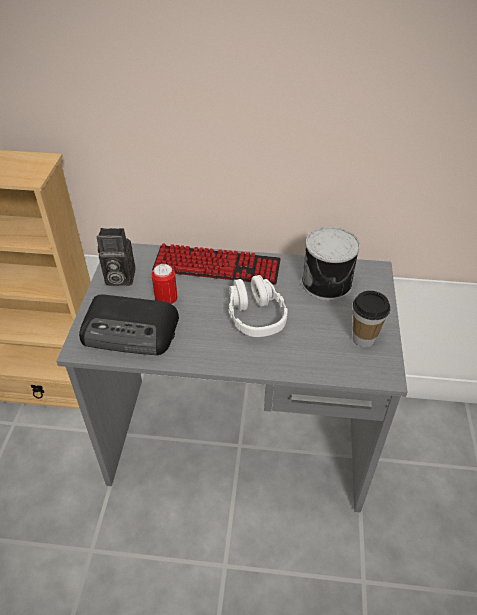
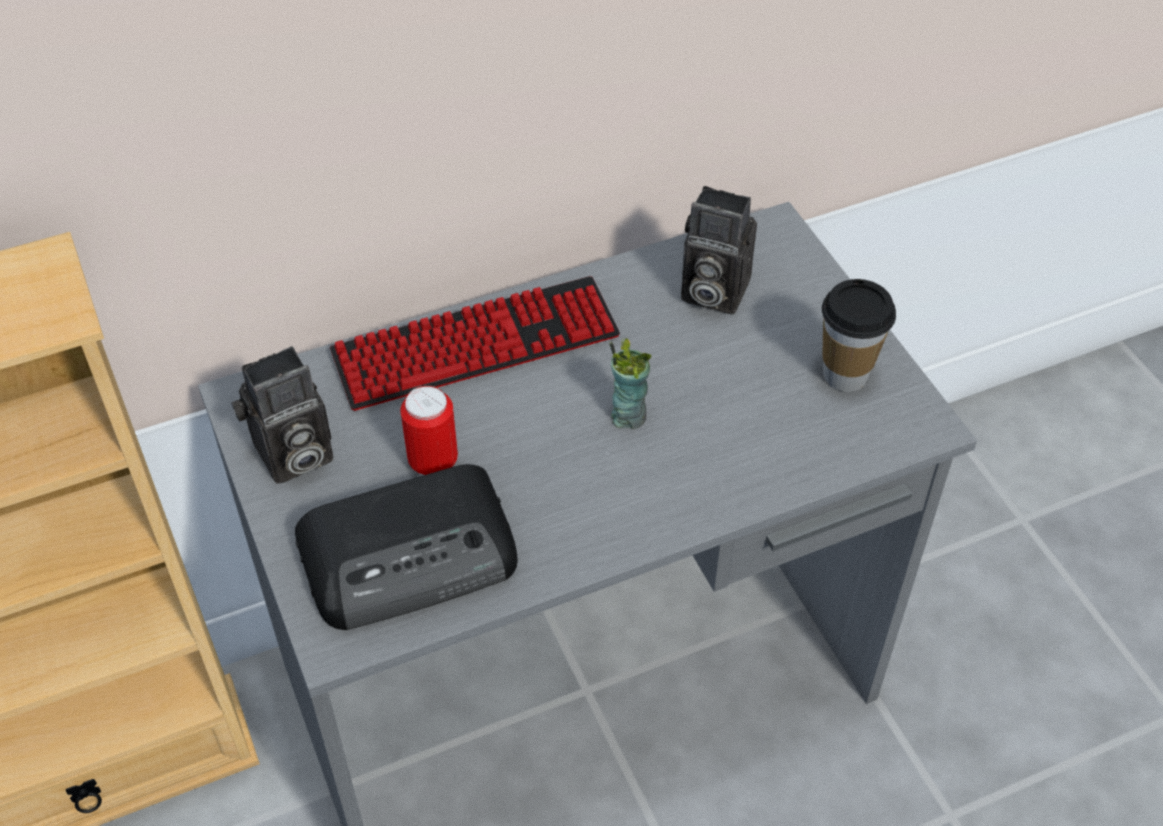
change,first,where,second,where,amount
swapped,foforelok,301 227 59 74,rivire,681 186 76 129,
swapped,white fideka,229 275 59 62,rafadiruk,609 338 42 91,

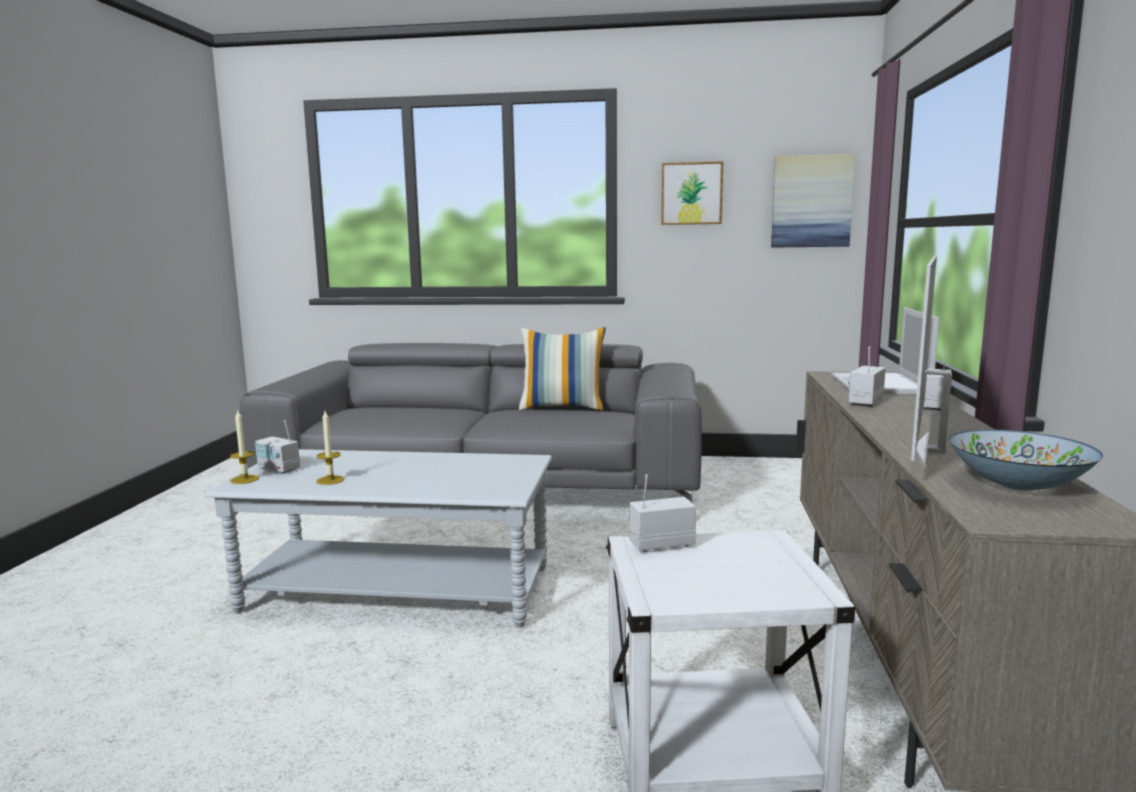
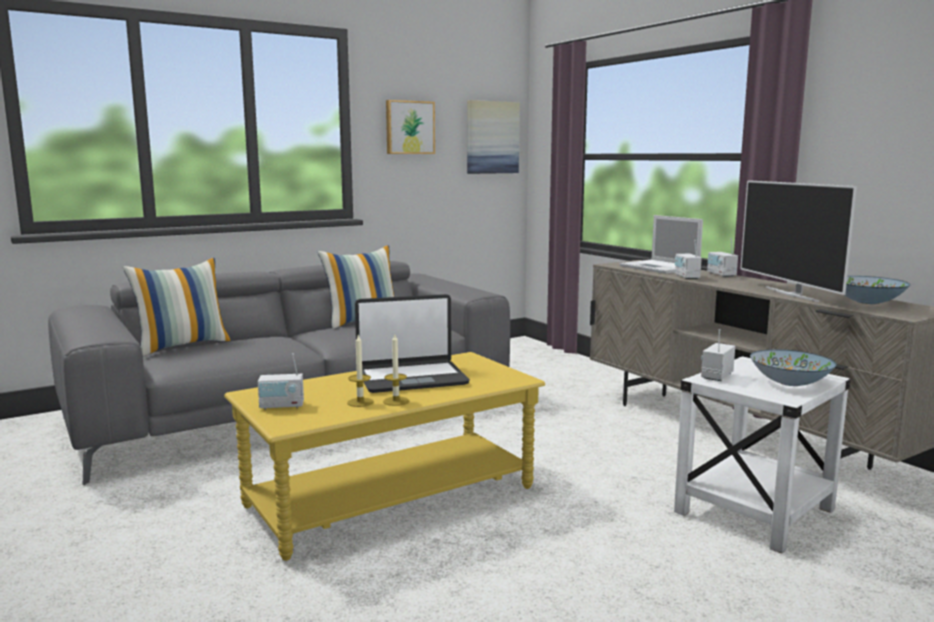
change,first,where,second,where,amount
shifted,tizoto,230 409 29 75,,383 334 26 72,
repainted,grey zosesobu,204 449 348 179,yellow zosesobu,224 352 321 209,
new,,,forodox,123 258 109 98,
new,,,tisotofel,355 294 115 99,
new,,,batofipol,750 349 87 37,

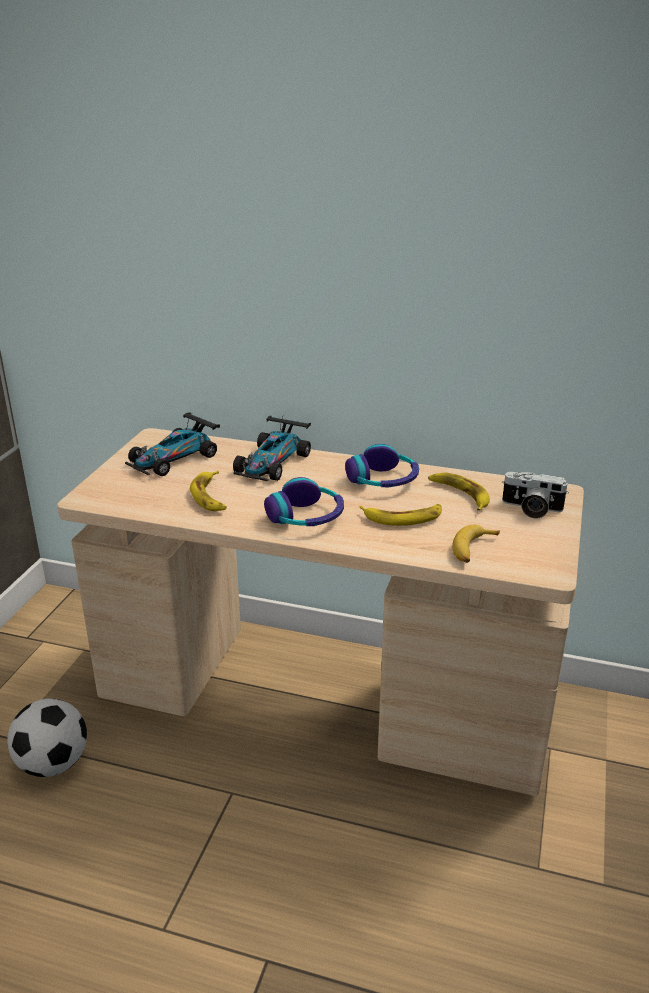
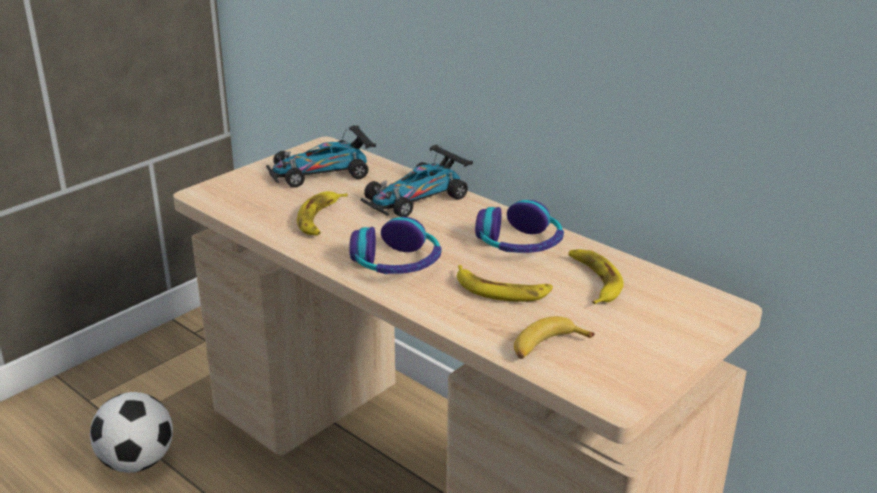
change,first,where,second,where,amount
gone,rivire,502 472 67 46,,,

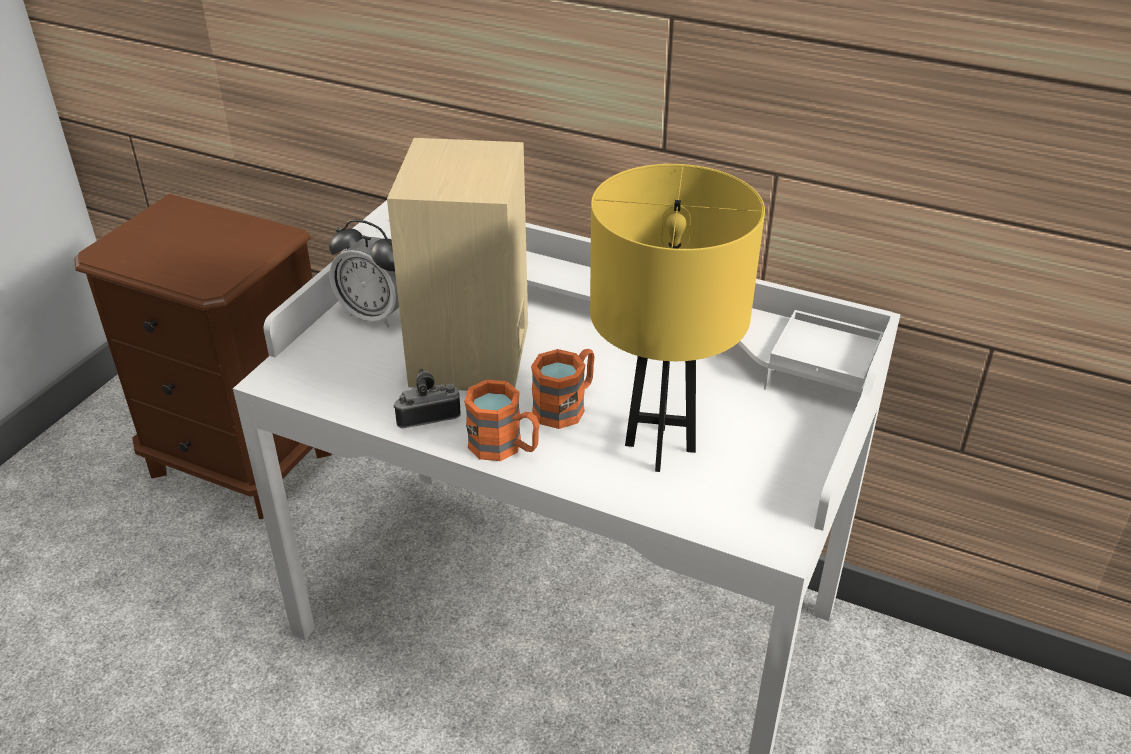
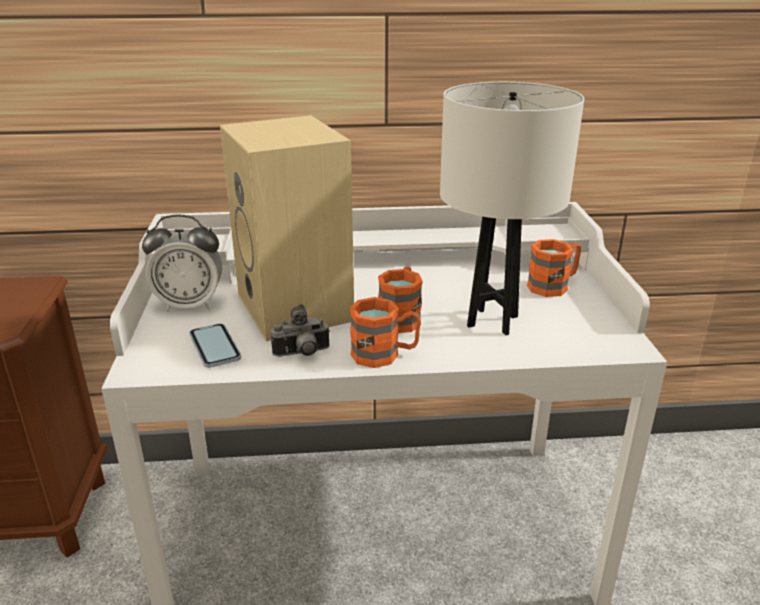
change,first,where,second,where,amount
repainted,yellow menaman,590 164 175 308,white menaman,440 82 144 253,
rotated,rivire,394 368 67 61,,271 304 59 53,150 degrees counterclockwise
new,,,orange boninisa,527 239 54 58,
new,,,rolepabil,189 324 52 44,

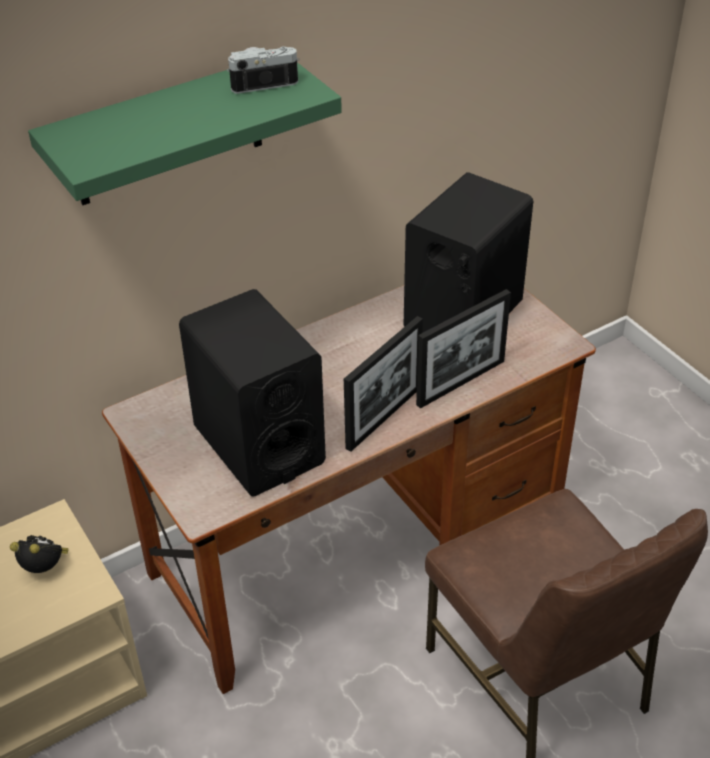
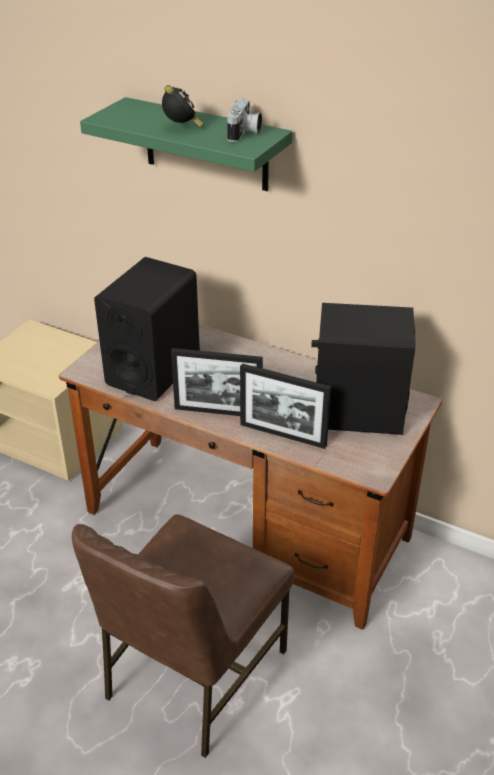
change,first,where,second,where,amount
rotated,rivire,227 46 73 48,,227 99 35 43,60 degrees clockwise
shifted,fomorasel,10 535 58 38,,162 85 42 43,

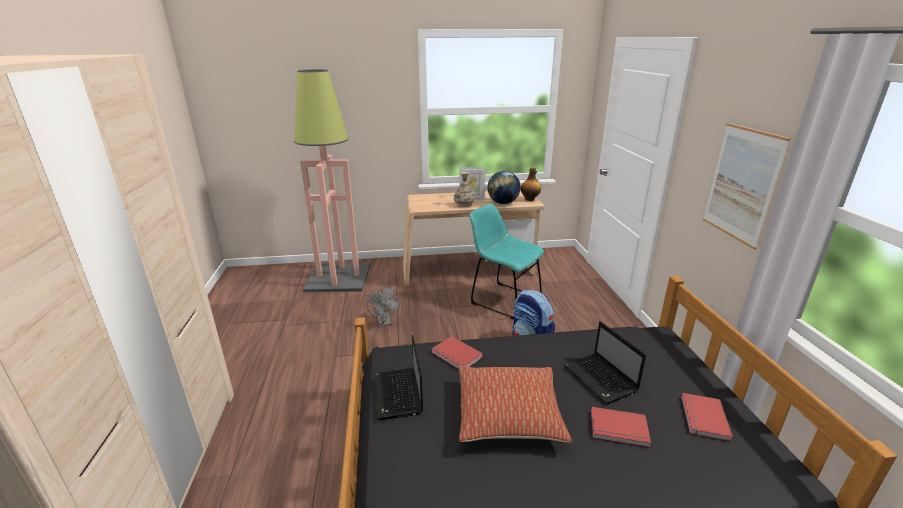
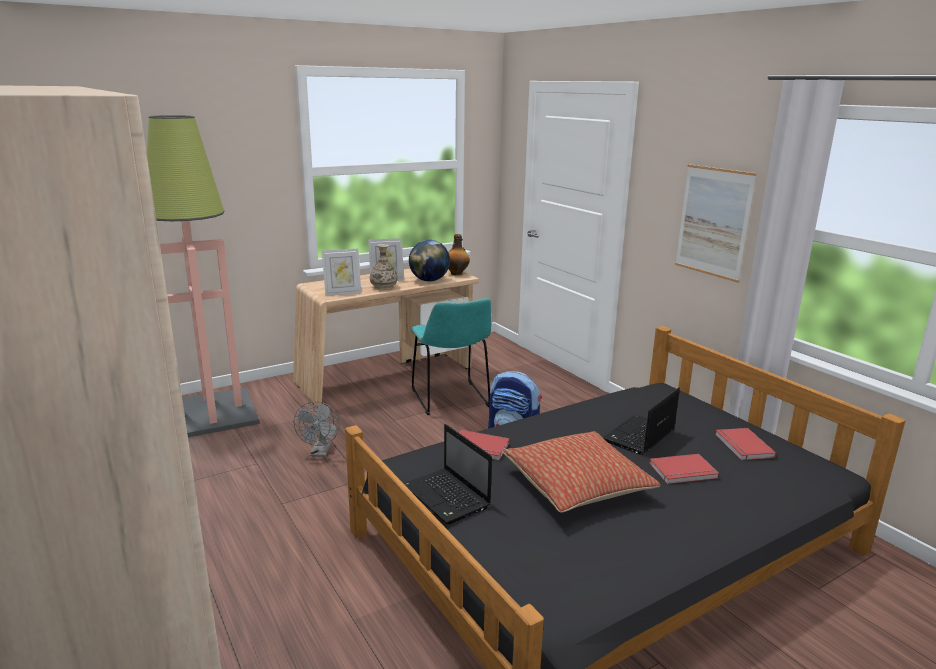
change,first,where,second,where,amount
rotated,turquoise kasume,469 203 75 116,,411 298 80 117,120 degrees counterclockwise
rotated,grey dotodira,367 286 33 40,,294 401 46 56,45 degrees clockwise
rotated,tisotofel,564 321 82 83,,603 387 77 68,90 degrees clockwise
new,,,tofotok,322 248 39 48,

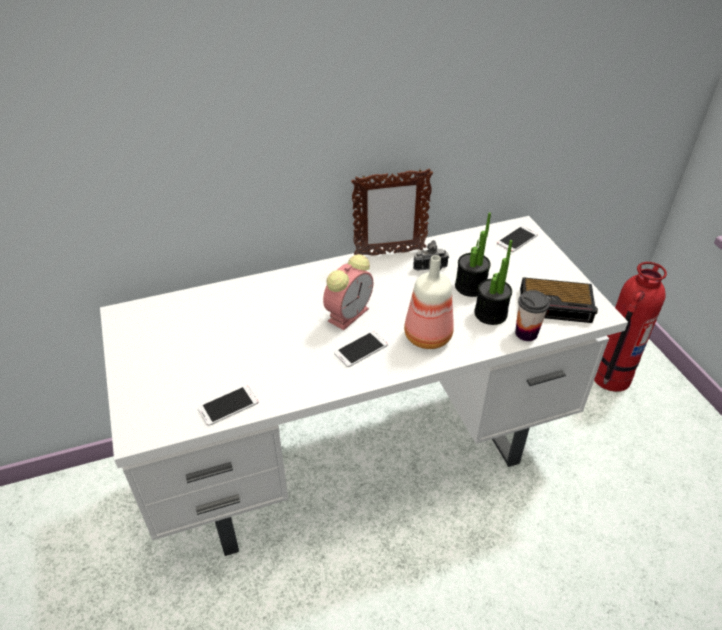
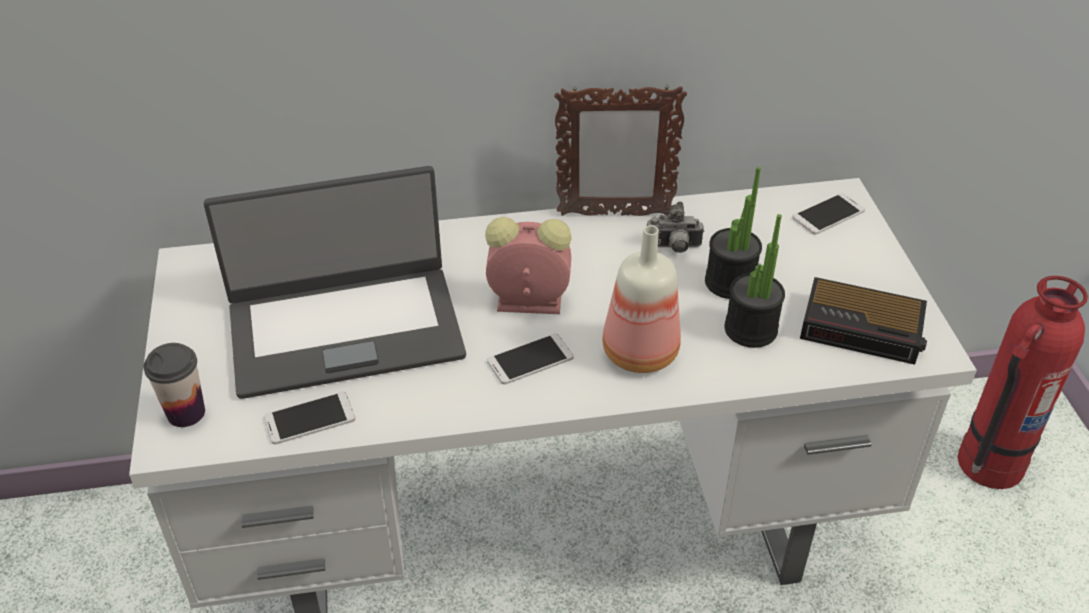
change,first,where,second,where,amount
rotated,fomorasel,323 254 50 76,,485 217 87 97,135 degrees counterclockwise
shifted,rafadiruk,515 290 35 51,,144 343 61 84,
new,,,tisotofel,204 166 262 233,

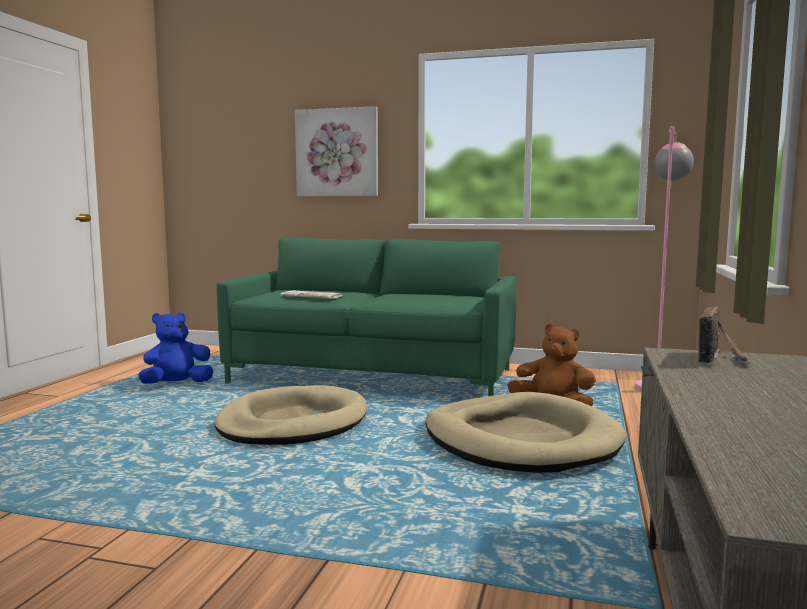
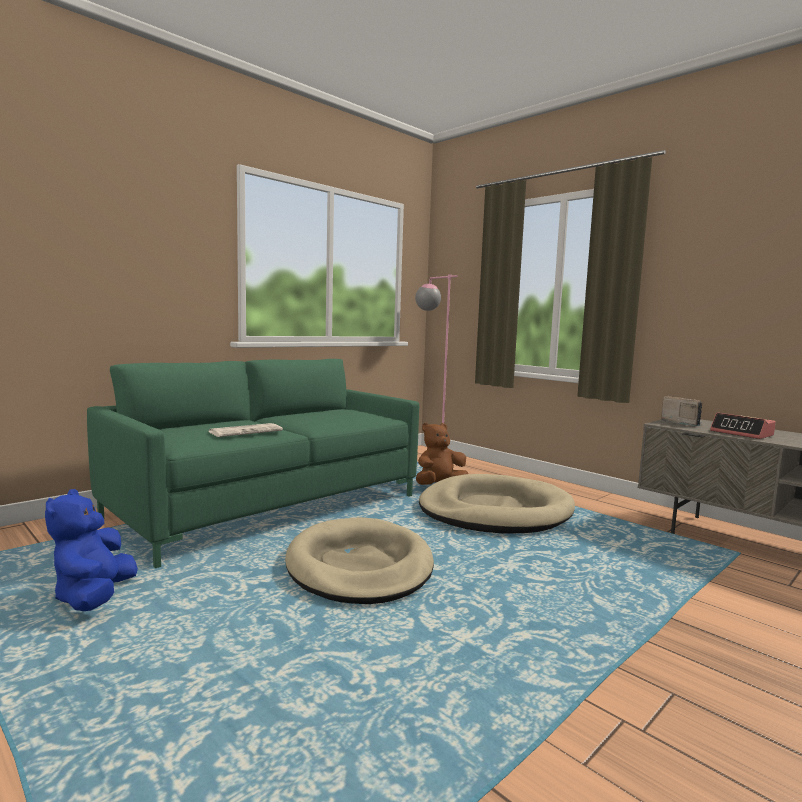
change,first,where,second,where,amount
gone,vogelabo,295 106 83 91,,,
new,,,fomorasel,710 413 66 26,

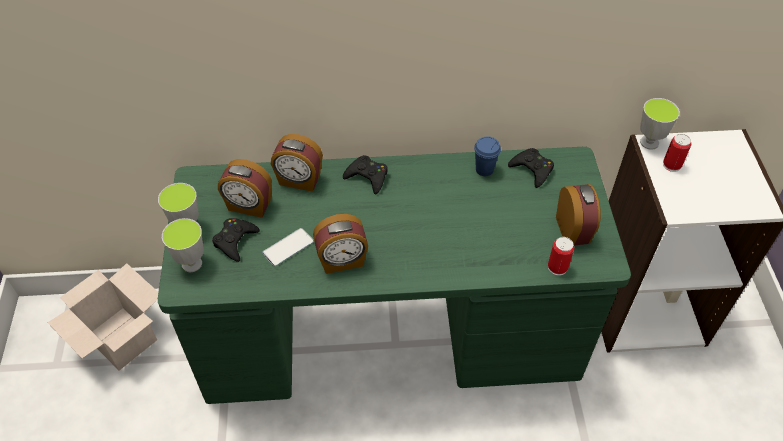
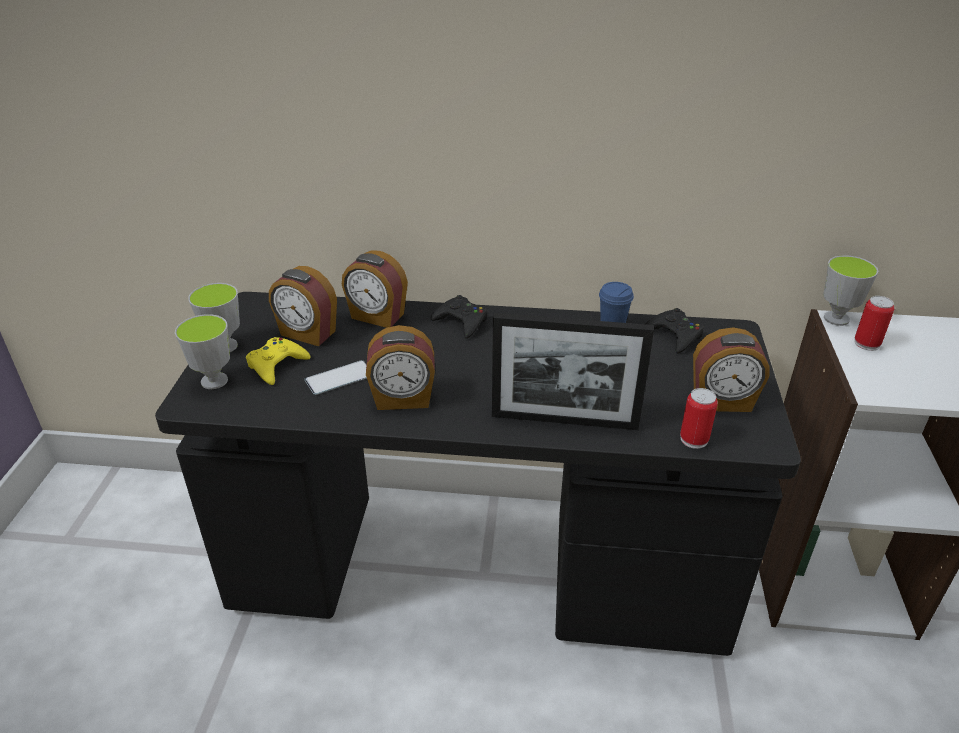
change,first,where,second,where,amount
repainted,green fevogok,158 147 473 257,black fevogok,155 292 646 364,
rotated,fomorasel,556 184 45 61,,693 328 77 84,90 degrees clockwise
repainted,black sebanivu,212 218 48 44,yellow sebanivu,246 337 64 48,
gone,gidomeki,47 263 111 108,,,
new,,,tofotok,492 313 162 117,

